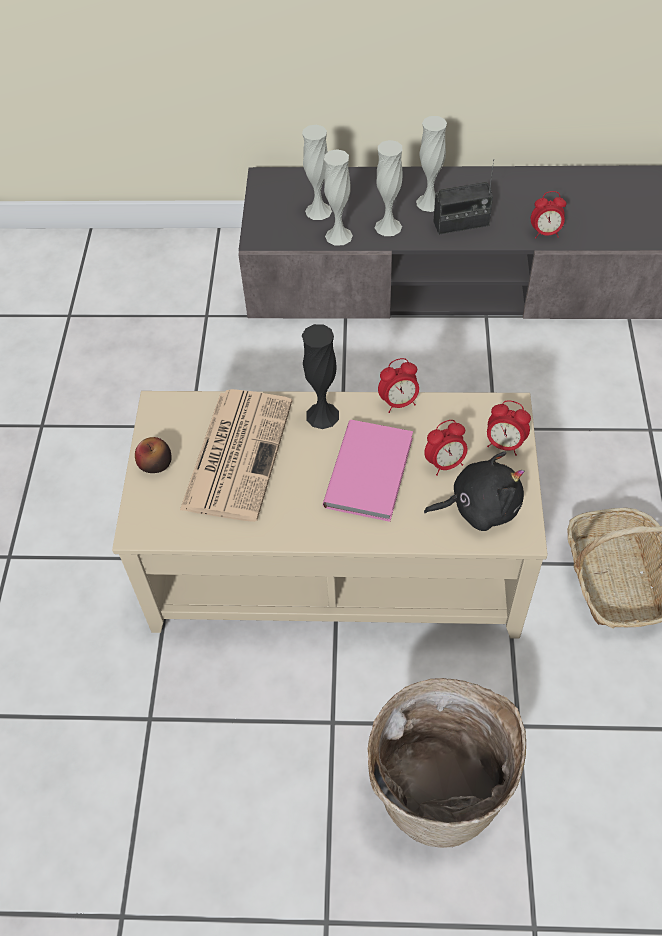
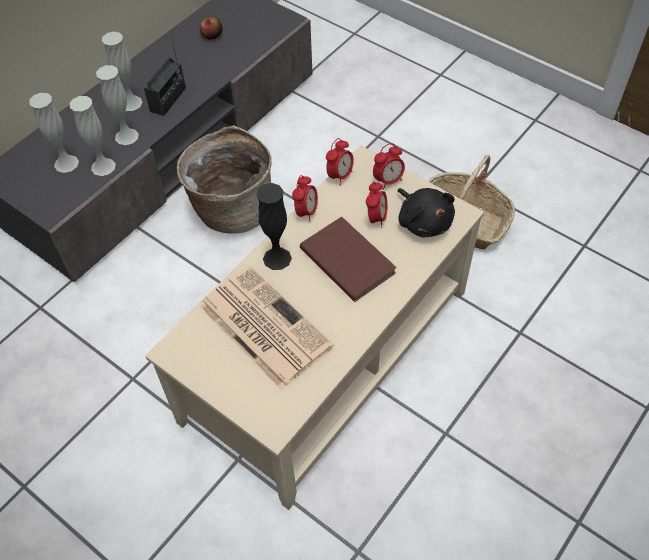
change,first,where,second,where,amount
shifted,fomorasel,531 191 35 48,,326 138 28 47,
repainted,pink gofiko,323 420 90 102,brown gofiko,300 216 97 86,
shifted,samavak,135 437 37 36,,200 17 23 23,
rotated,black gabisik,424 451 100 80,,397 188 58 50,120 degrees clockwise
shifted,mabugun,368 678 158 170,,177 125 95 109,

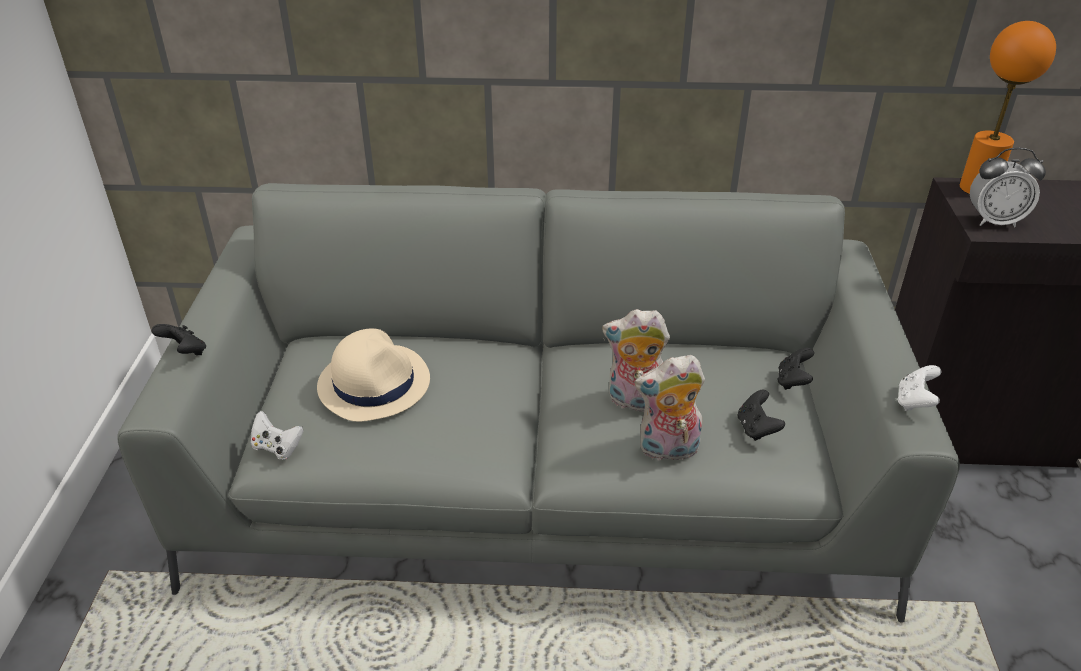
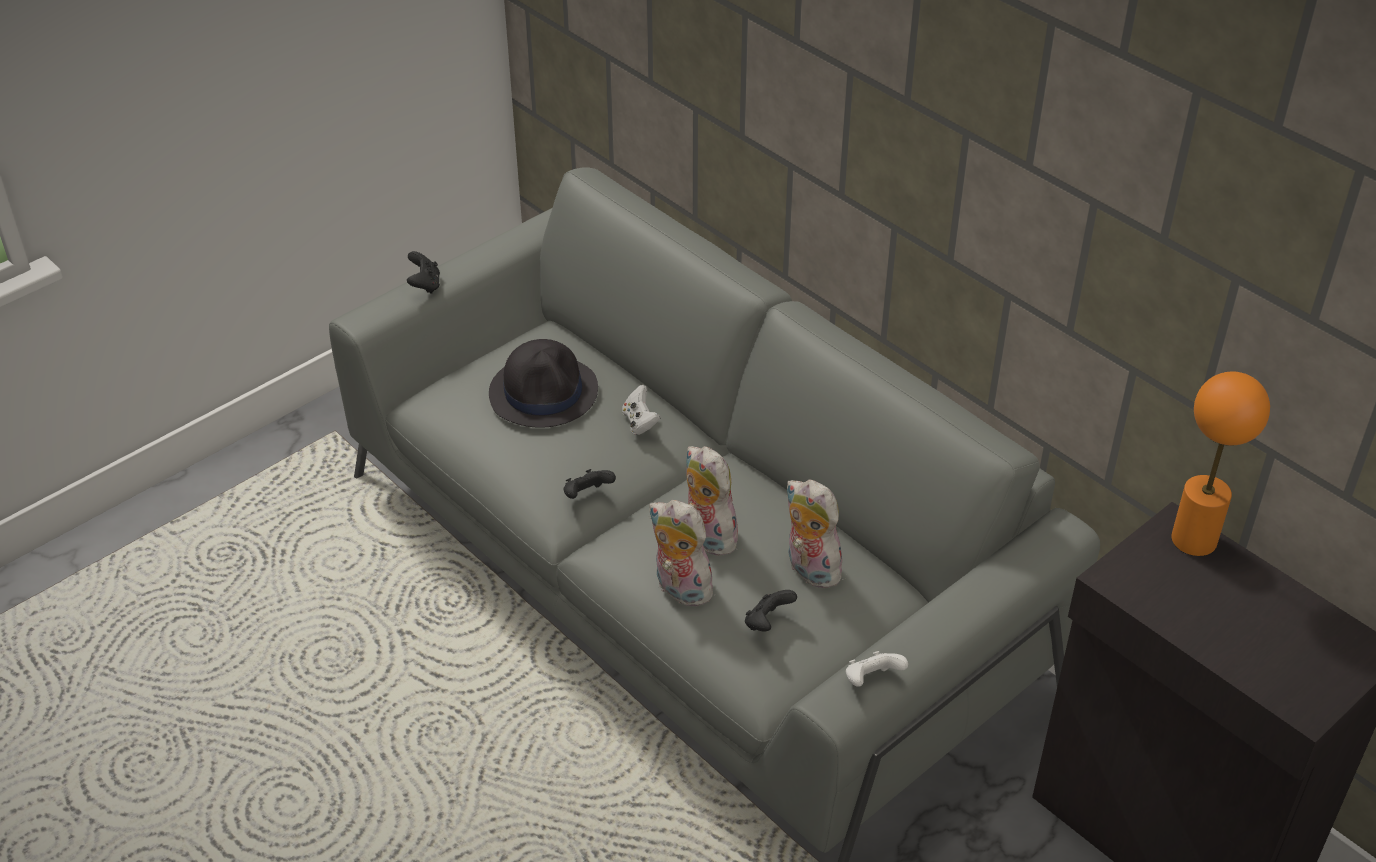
change,first,where,second,where,amount
gone,fomorasel,970 147 76 80,,,
repainted,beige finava,317 328 113 94,black finava,489 339 109 89,
shifted,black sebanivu,777 348 37 42,,563 469 53 30,
shifted,white sebanivu,251 411 53 49,,622 385 39 50,
new,,,gabisik,786 479 61 110,

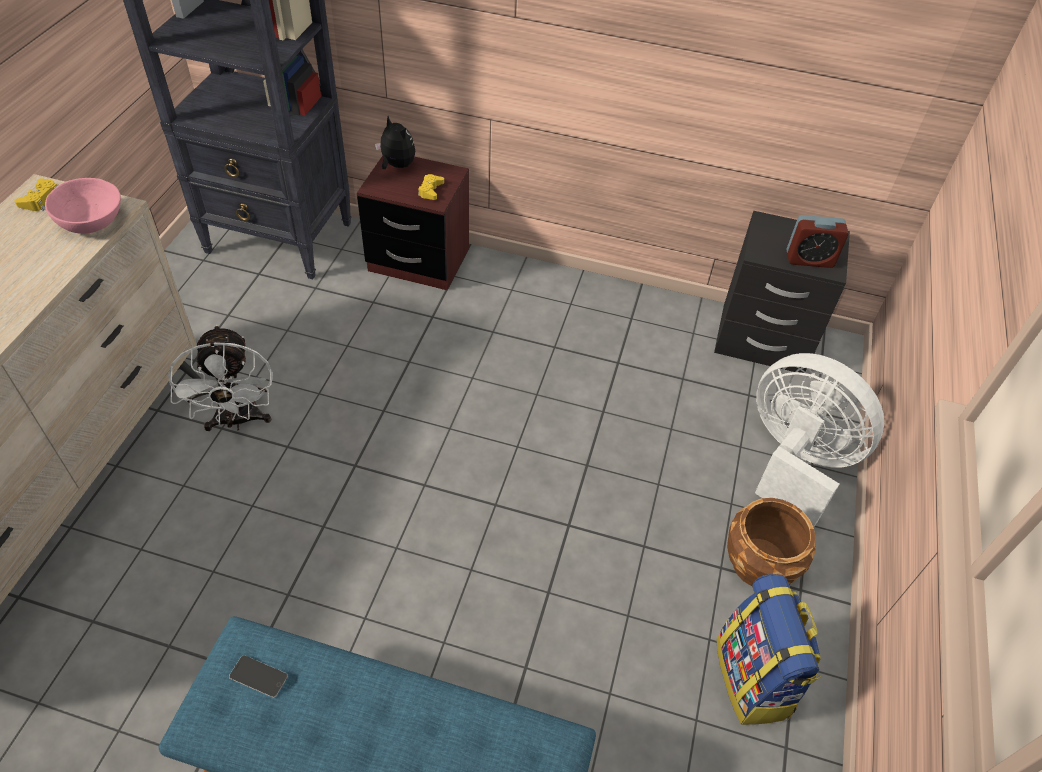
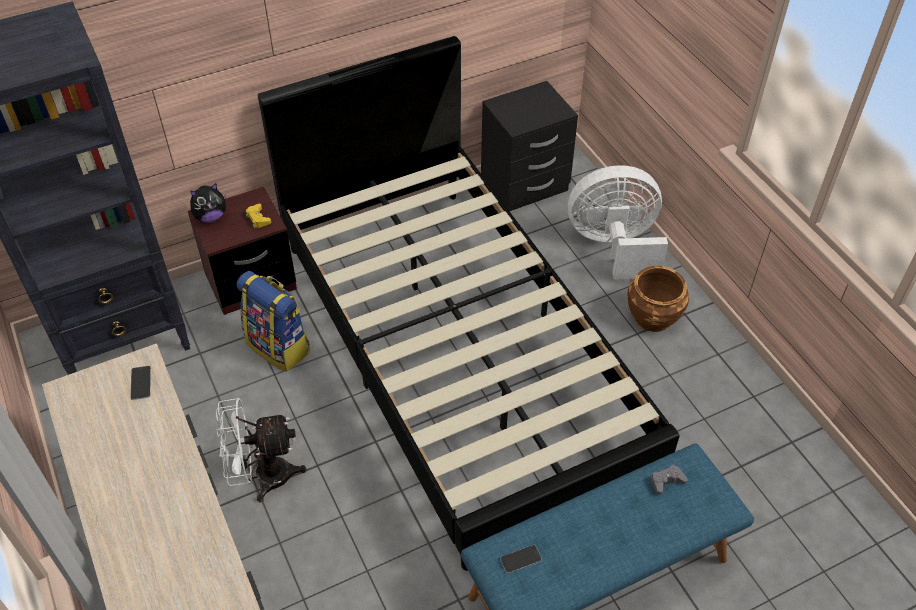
change,first,where,second,where,amount
rotated,gabisik,375 116 40 53,,190 183 36 40,150 degrees clockwise
gone,yellow sebanivu,15 178 42 33,,,
swapped,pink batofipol,45 178 76 56,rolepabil,131 366 20 34,
gone,fomorasel,786 215 63 53,,,
rotated,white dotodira,168 325 105 106,,216 398 91 104,135 degrees clockwise
shifted,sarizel,716 574 105 151,,237 271 73 101,
new,,,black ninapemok,258 36 421 535,
new,,,grey sebanivu,651 464 37 31,

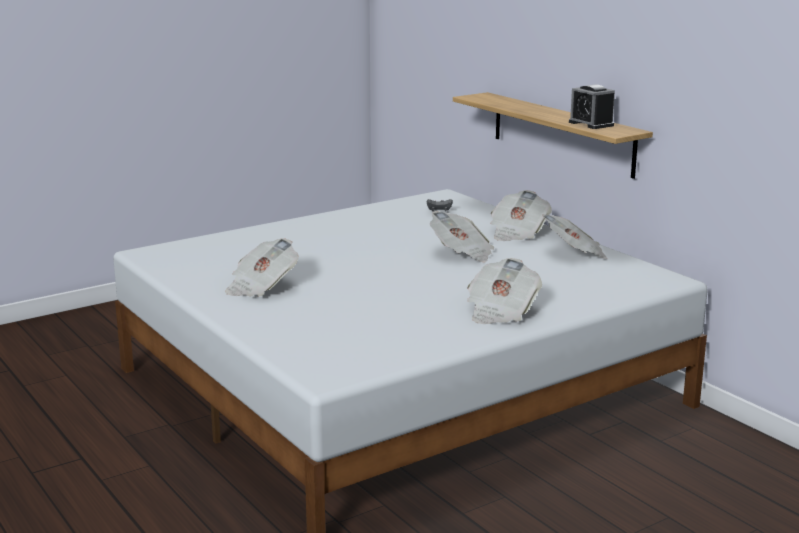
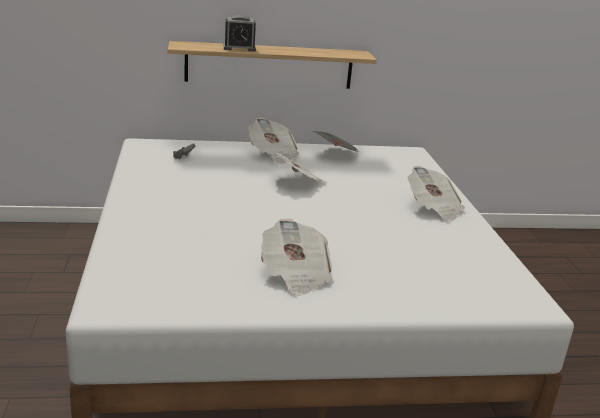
change,first,where,second,where,amount
shifted,fomorasel,569 85 46 44,,224 15 32 37,

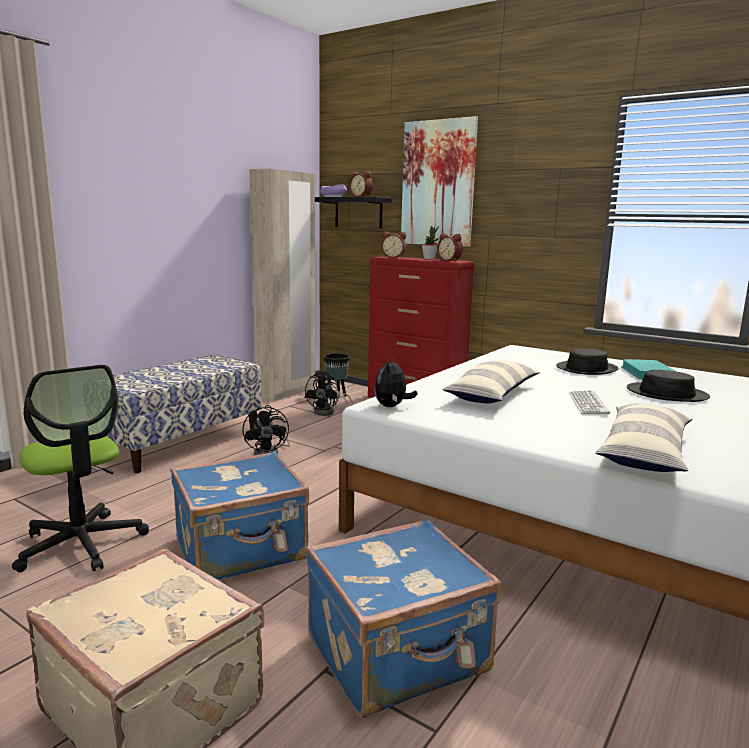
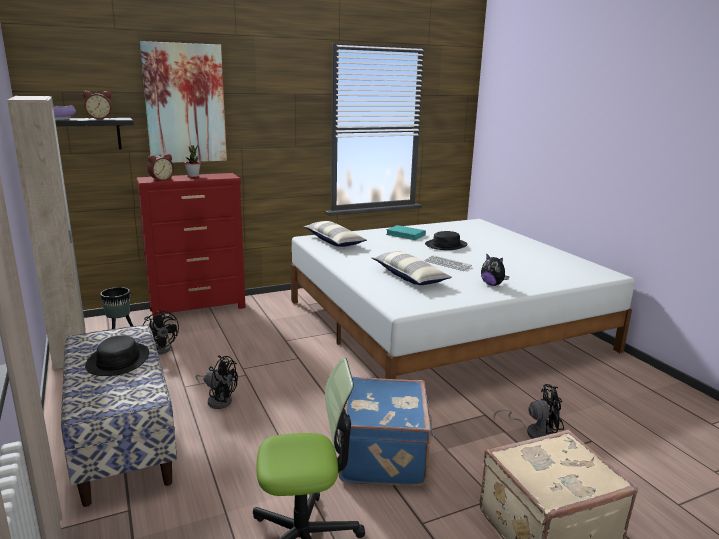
change,first,where,second,where,amount
gone,fomorasel,437 233 26 29,,,
shifted,black finava,556 349 63 26,,85 335 64 41,
shifted,gabisik,374 357 44 50,,481 253 28 33,
shifted,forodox,595 404 97 68,,304 221 63 26,
swapped,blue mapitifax,306 519 195 199,black dotodira,494 384 70 55,

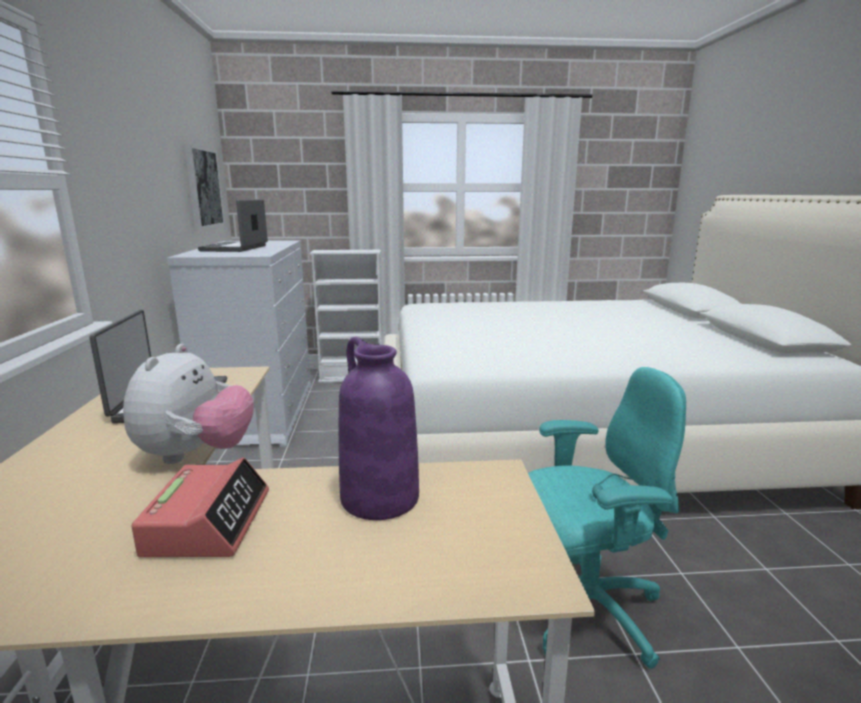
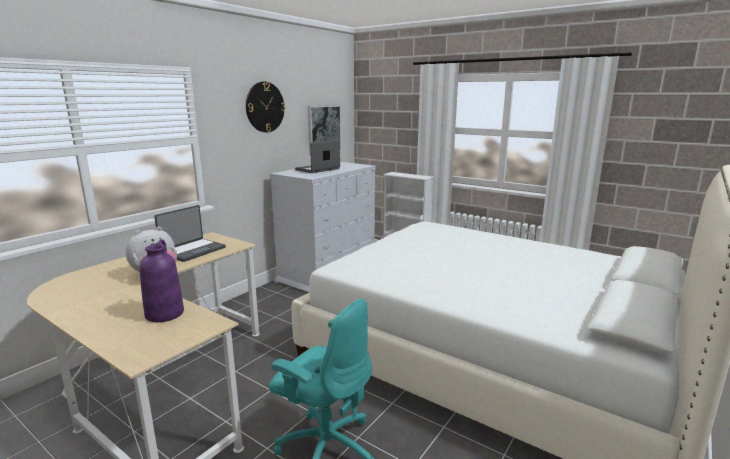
change,first,where,second,where,amount
gone,fomorasel,131 458 138 99,,,
new,,,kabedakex,246 82 39 50,

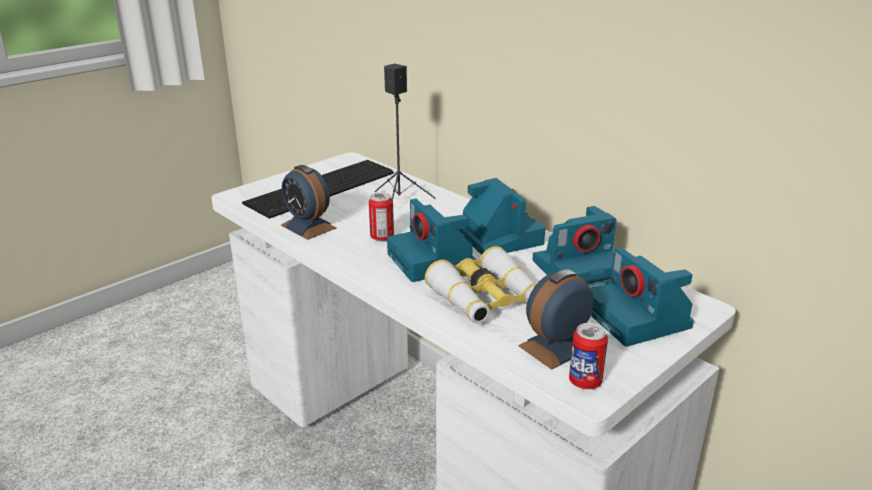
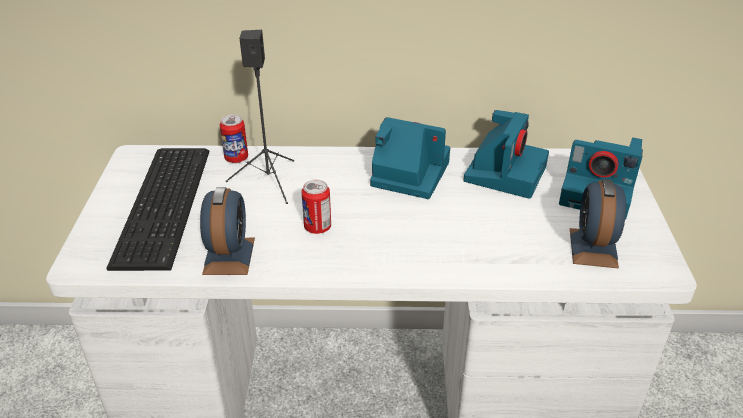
change,first,where,second,where,amount
rotated,fomorasel,281 165 56 75,,200 187 55 88,90 degrees counterclockwise
gone,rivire,387 199 90 83,,,
gone,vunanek,425 246 111 77,,,
shifted,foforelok,569 323 39 66,,220 114 28 49,

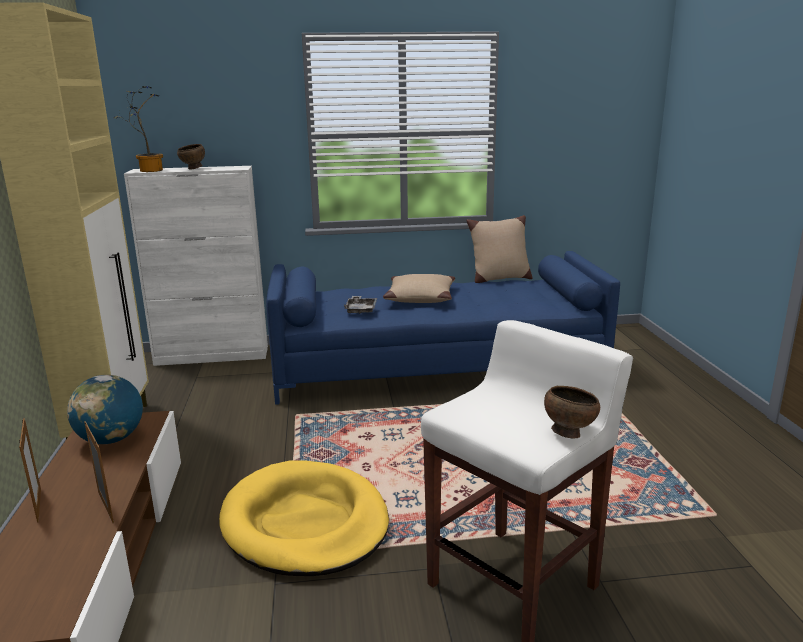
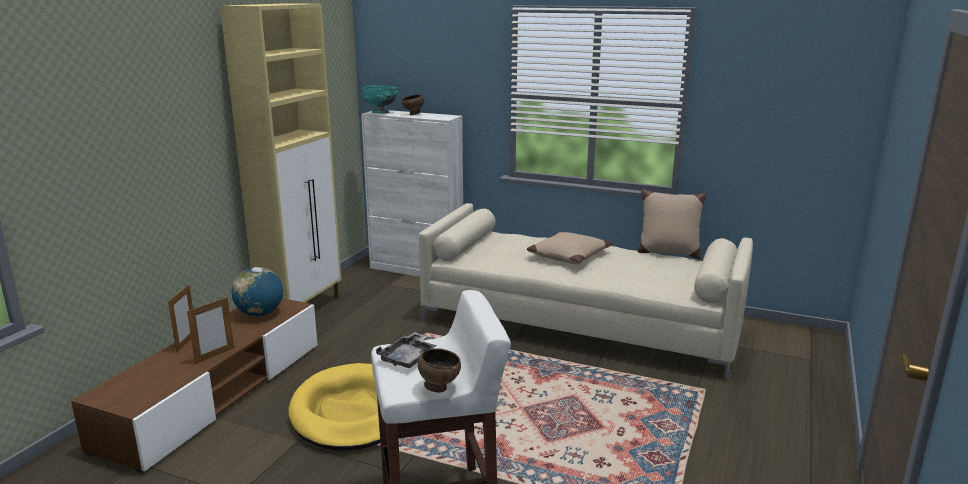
change,first,where,second,where,amount
swapped,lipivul,113 86 50 86,turquoise batofipol,363 85 35 28,
repainted,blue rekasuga,266 251 354 154,beige rekasuga,419 203 334 178,
shifted,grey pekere,344 296 33 18,,376 332 61 36,
rotated,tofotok,84 421 30 102,,187 297 47 67,45 degrees clockwise

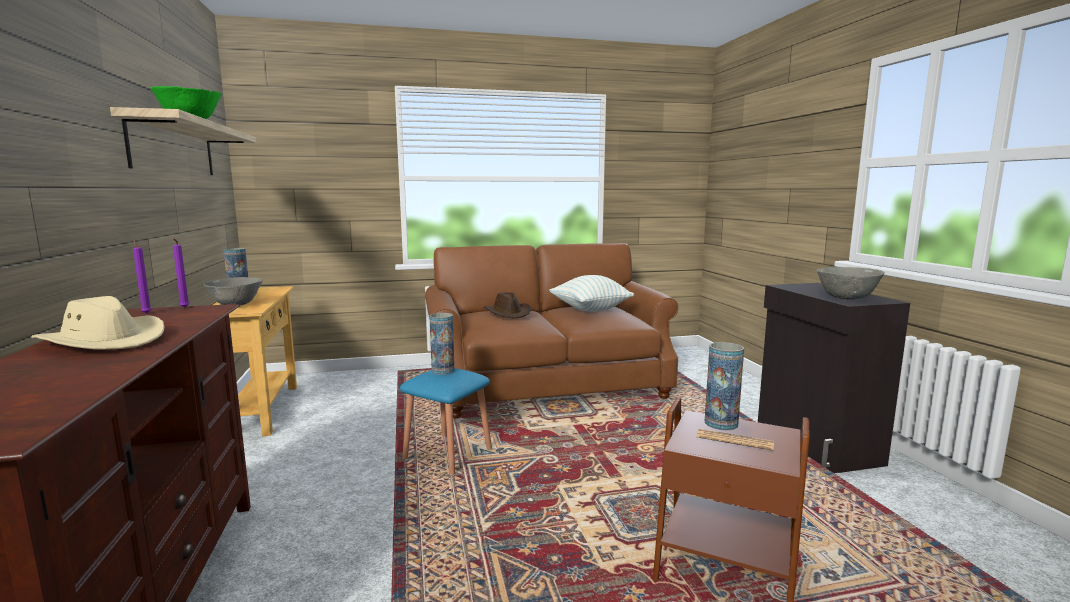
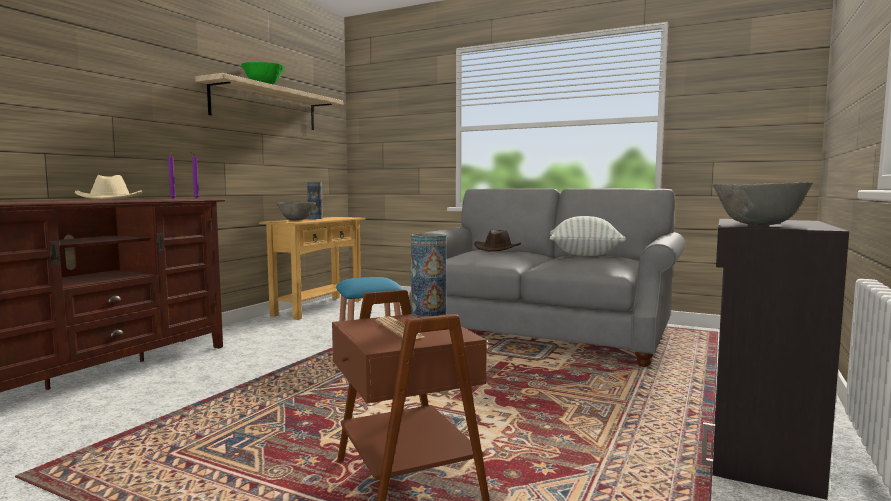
change,first,where,second,where,amount
repainted,brown rekasuga,425 243 253 175,grey rekasuga,409 188 276 179,
gone,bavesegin,429 313 26 62,,,

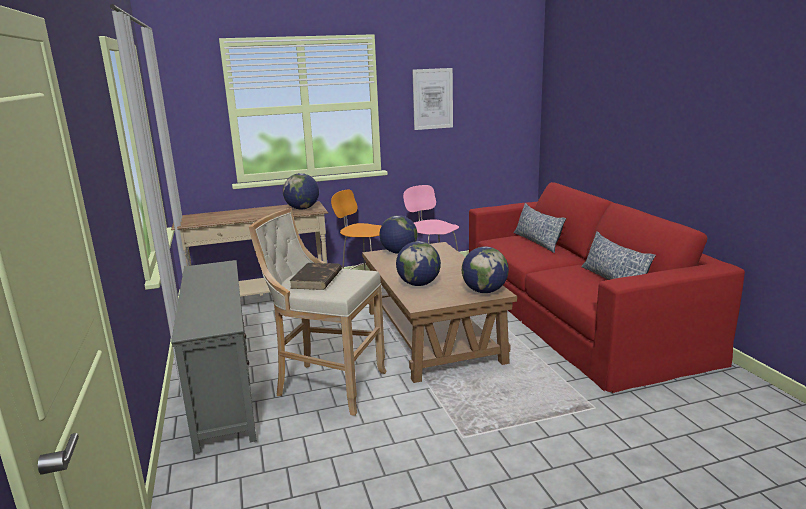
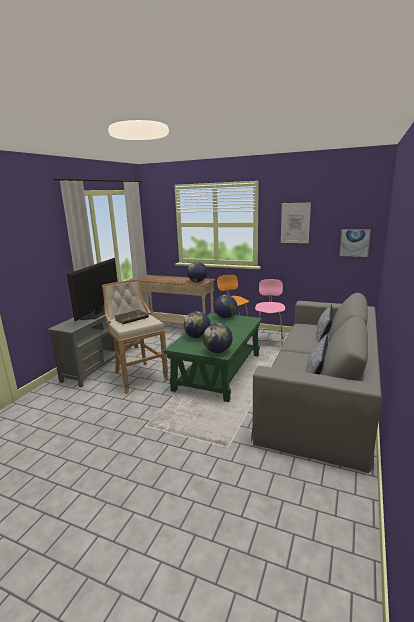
change,first,where,second,where,amount
repainted,red rekasuga,469 182 276 211,grey rekasuga,251 293 131 180,
repainted,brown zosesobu,362 242 155 141,green zosesobu,164 313 98 89,
new,,,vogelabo,339 229 32 28,
new,,,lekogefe,67 258 51 63,

